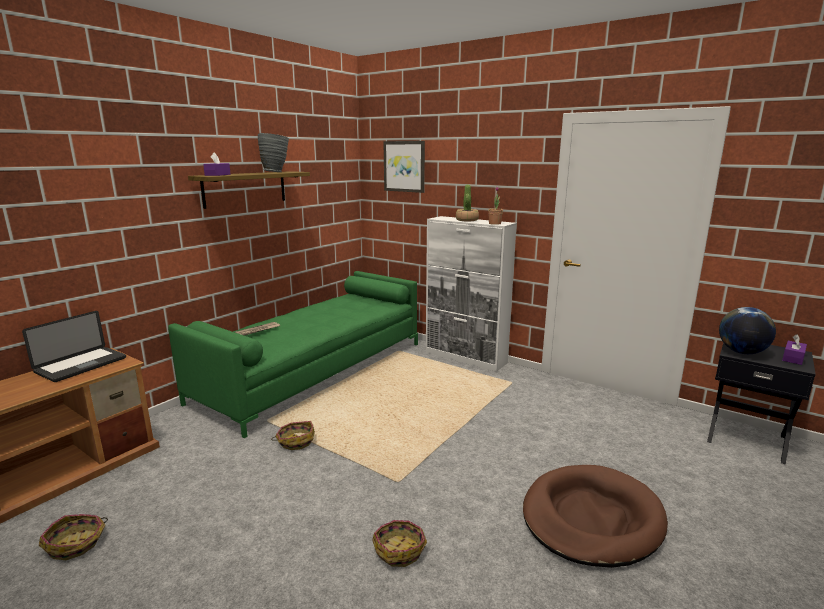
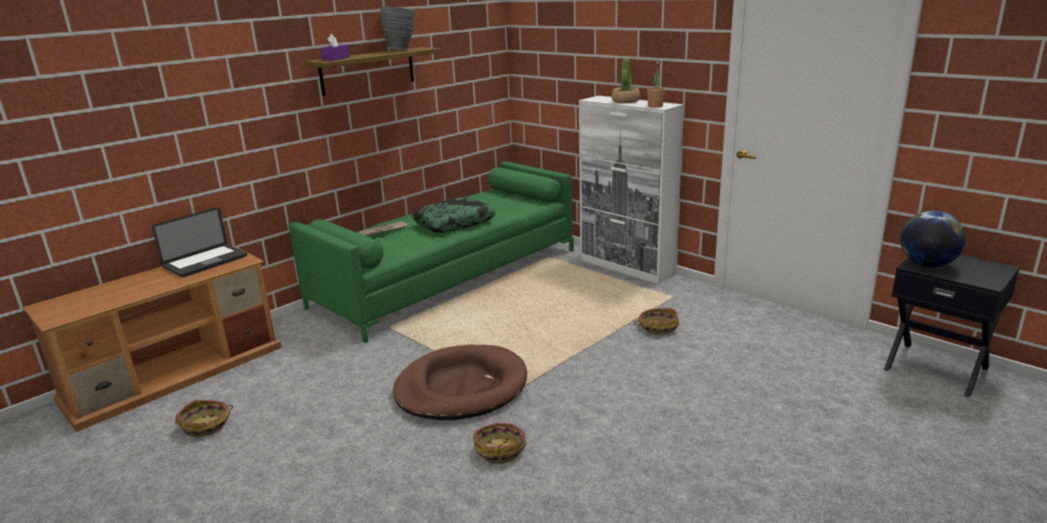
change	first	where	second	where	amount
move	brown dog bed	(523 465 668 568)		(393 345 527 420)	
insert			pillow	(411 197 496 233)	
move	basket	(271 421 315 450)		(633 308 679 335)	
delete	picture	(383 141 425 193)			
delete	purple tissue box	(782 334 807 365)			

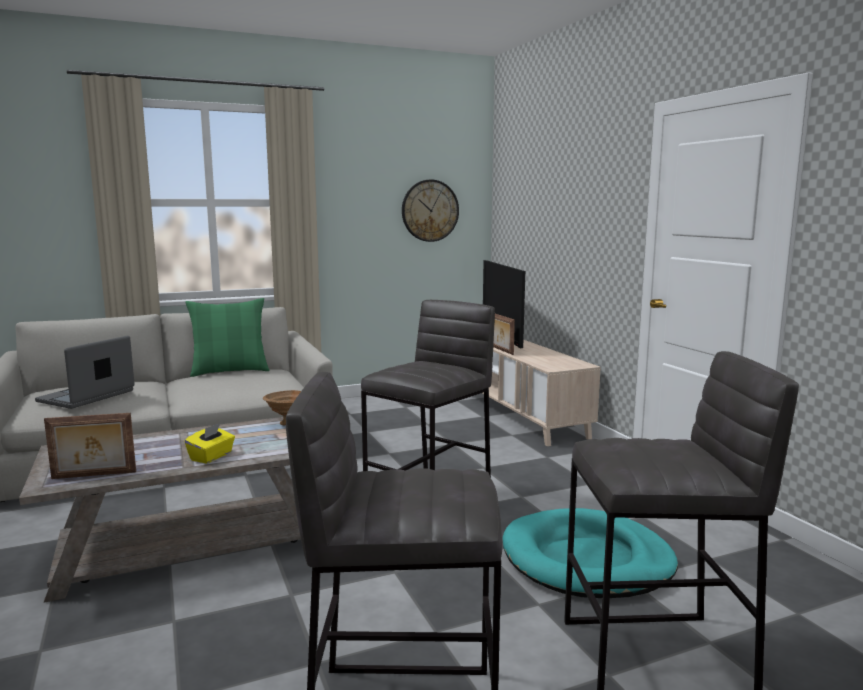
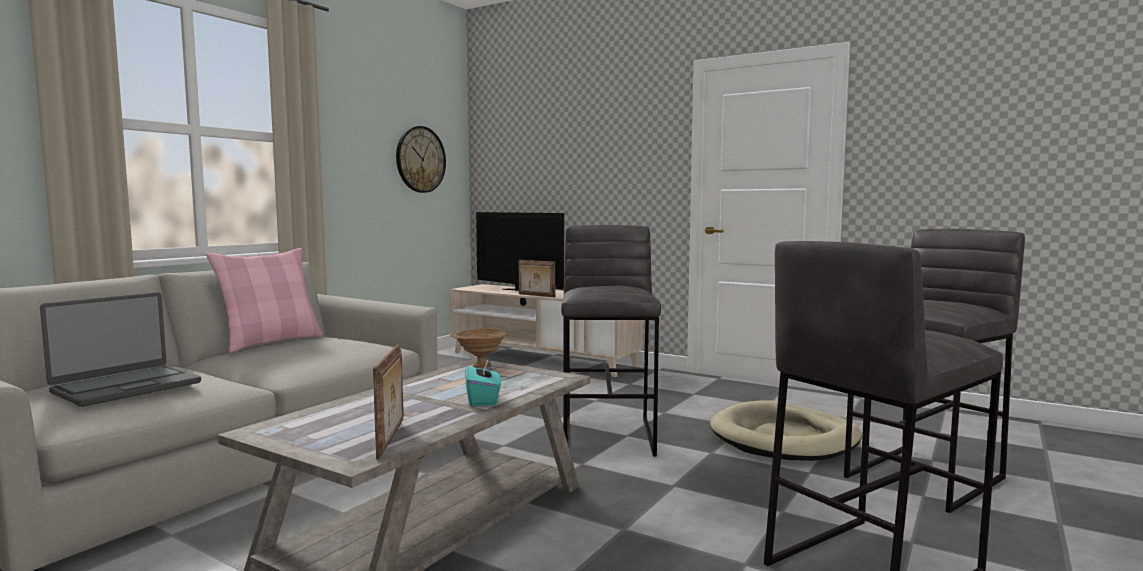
change	first	where	second	where	amount
rotate	laptop	(35 336 135 409)		(40 292 201 407)	135 degrees counterclockwise
recolor	green pillow	(185 298 269 377)	pink pillow	(206 248 323 353)	
rotate	picture frame	(44 413 136 479)		(373 344 404 460)	45 degrees counterclockwise
recolor	yellow tissue box	(185 423 235 464)	turquoise tissue box	(465 359 501 406)	
recolor	turquoise dog bed	(502 508 678 598)	beige dog bed	(710 400 862 461)	

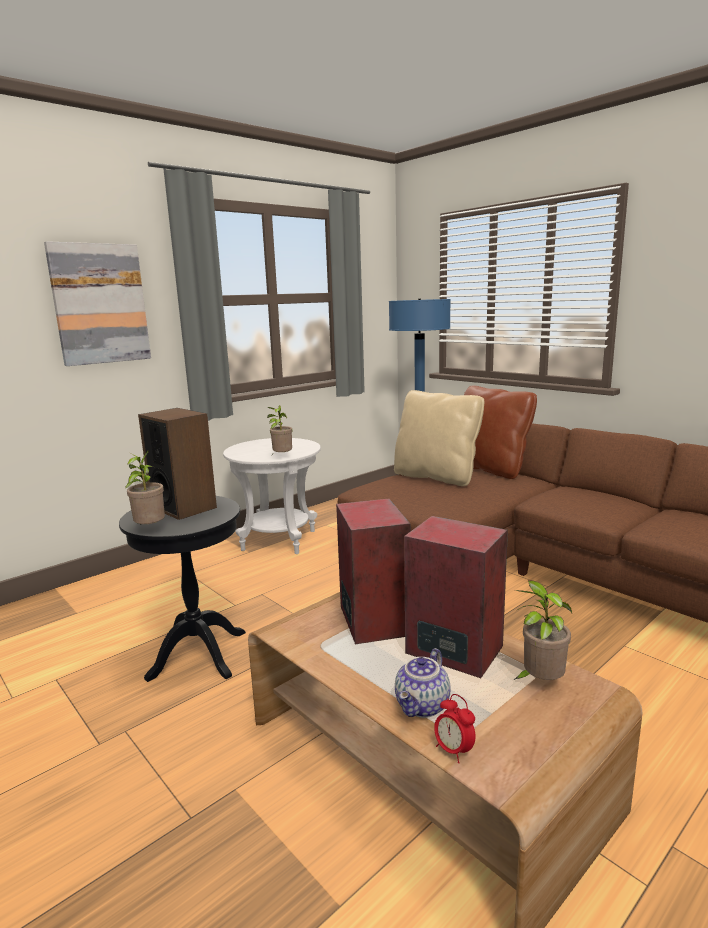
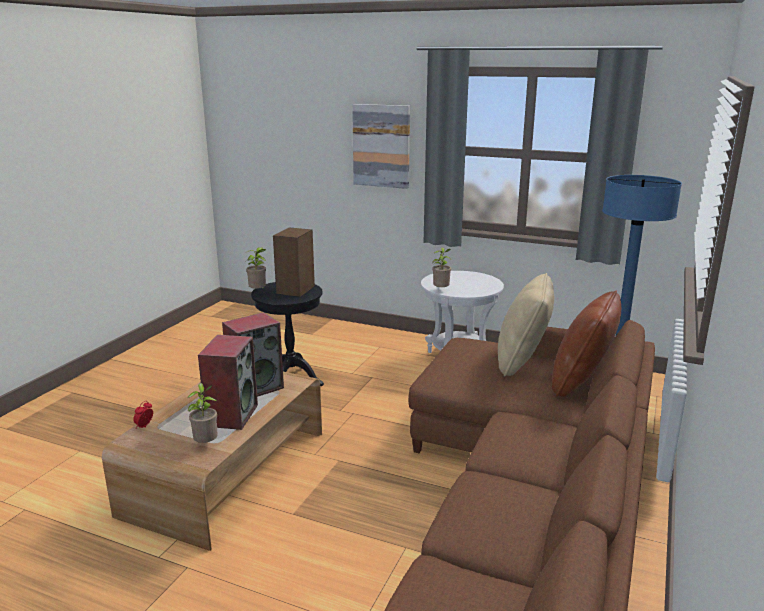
change	first	where	second	where	amount
delete	teapot	(395 648 450 718)			

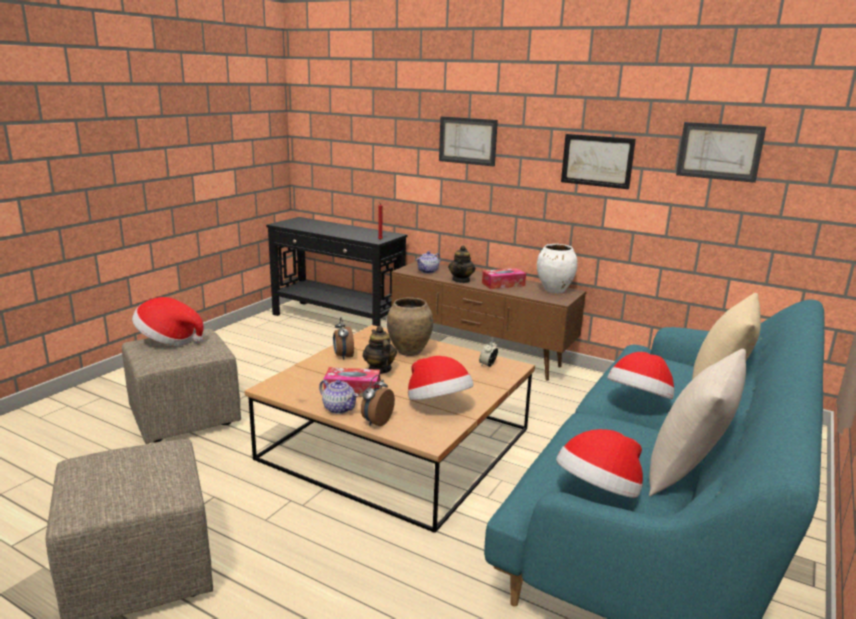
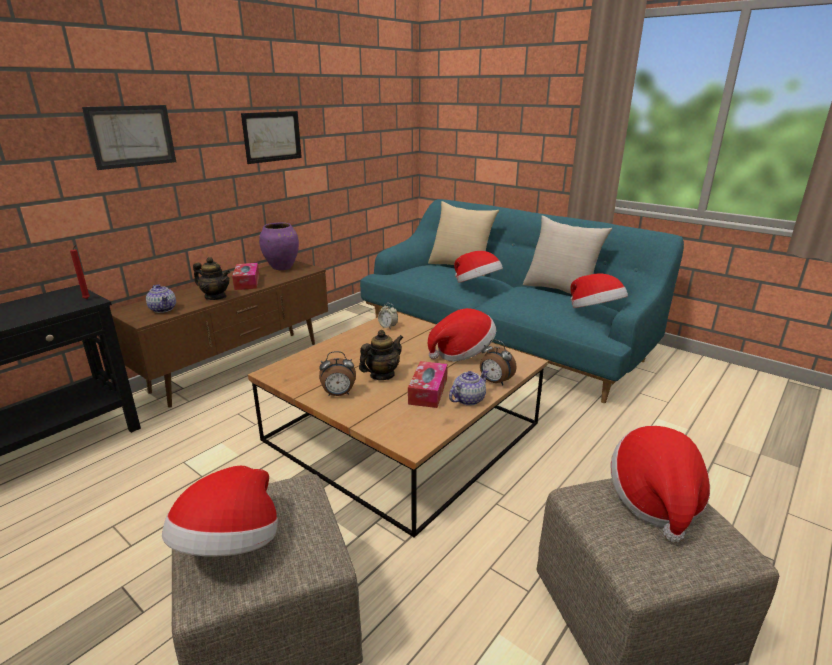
change	first	where	second	where	amount
recolor	white vase	(537 244 578 293)	purple vase	(259 222 299 270)	
rotate	teapot	(363 326 397 374)		(359 330 403 380)	150 degrees clockwise
insert			hat	(611 426 710 542)	
delete	brown vase	(387 297 433 356)			
delete	picture	(676 122 766 183)			

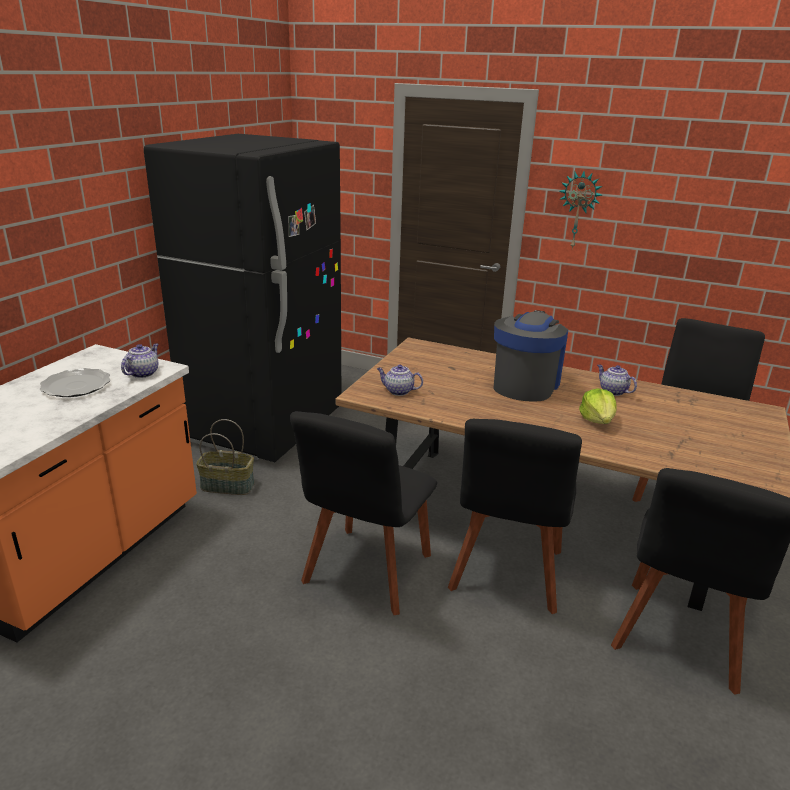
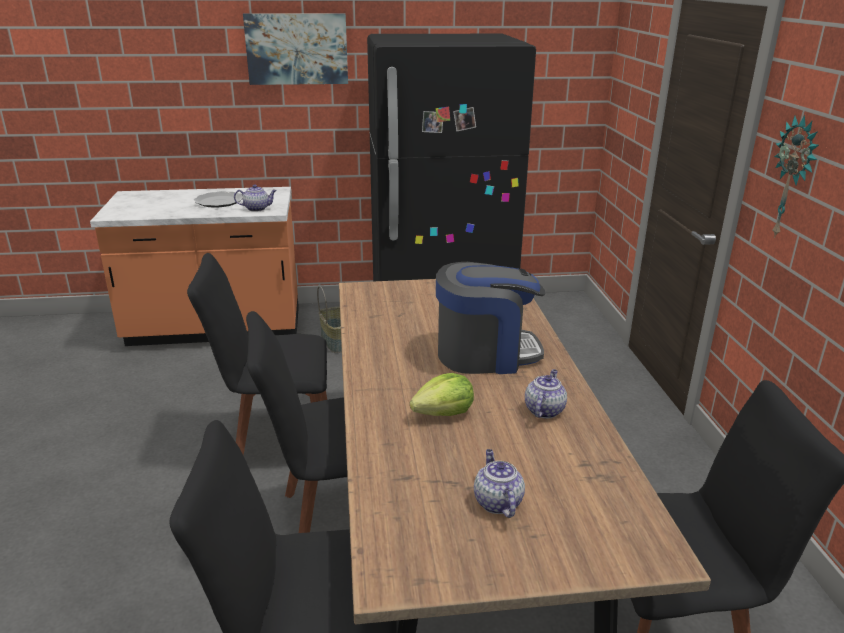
change	first	where	second	where	amount
insert			picture	(243 13 348 85)	
move	teapot	(377 365 423 396)		(474 449 525 518)	

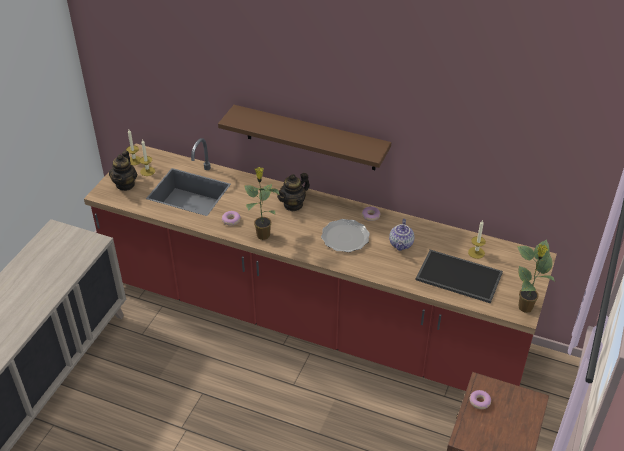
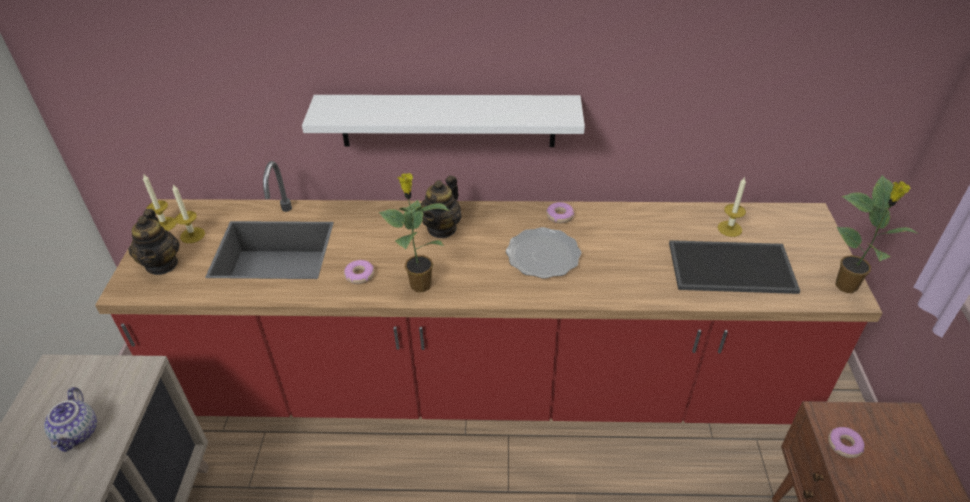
change	first	where	second	where	amount
move	teapot	(389 219 414 251)		(44 387 97 452)	
recolor	brown shelf	(218 105 391 170)	white shelf	(302 95 585 147)	

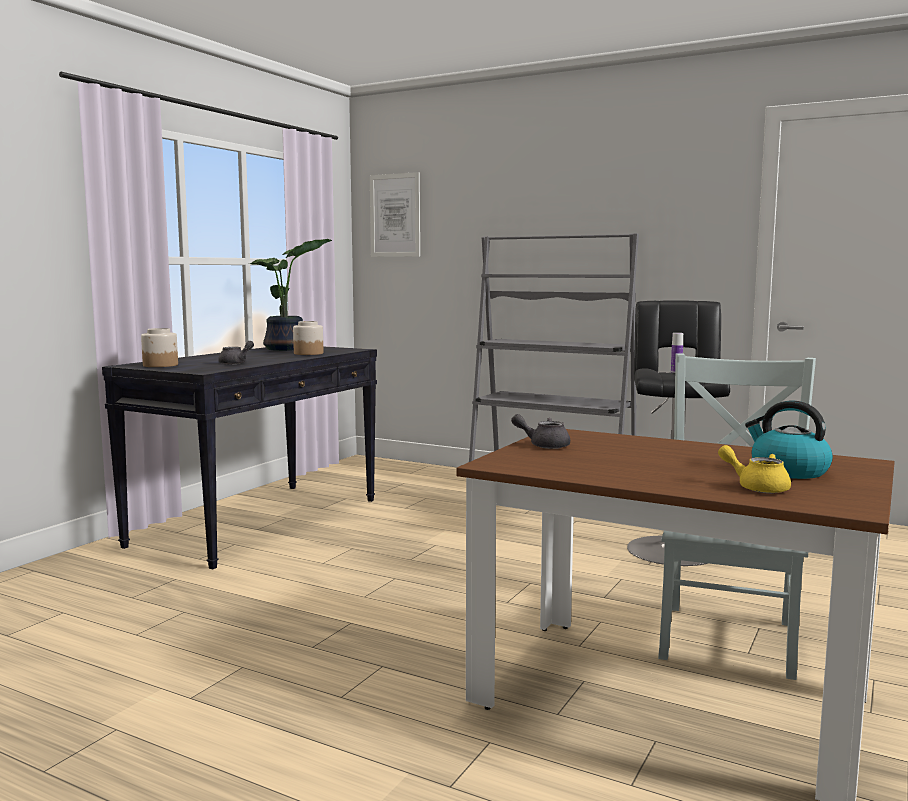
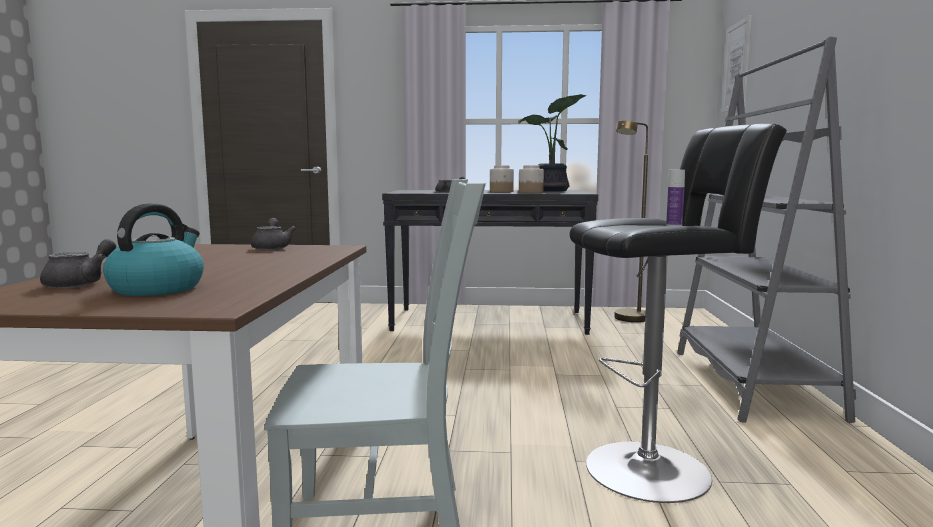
change	first	where	second	where	amount
recolor	yellow teapot	(718 445 791 493)	grey teapot	(40 239 116 288)	
move	jar	(141 328 178 367)		(490 165 514 192)	
insert			brown floor lamp	(614 121 648 322)	

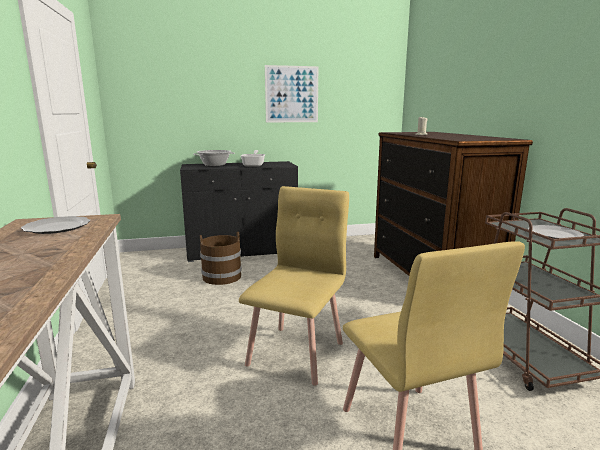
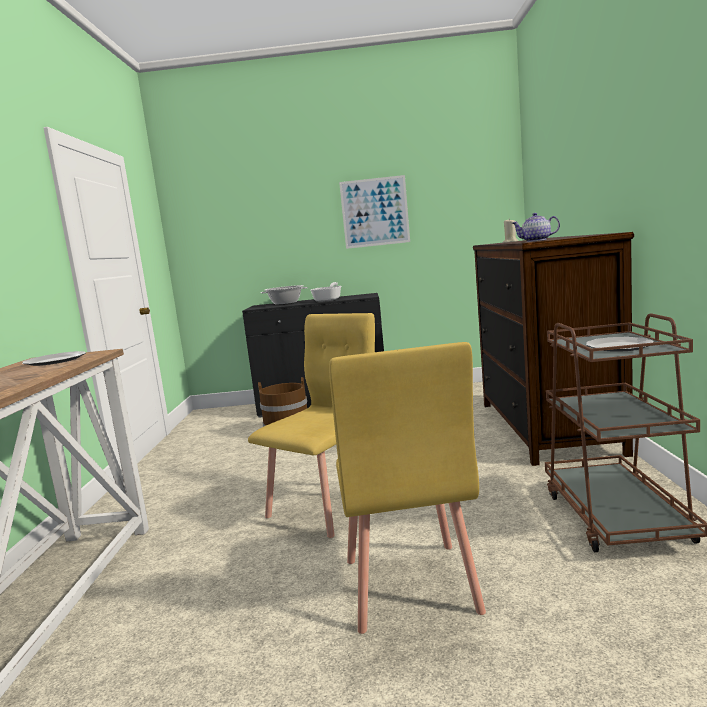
change	first	where	second	where	amount
insert			teapot	(512 213 560 242)	

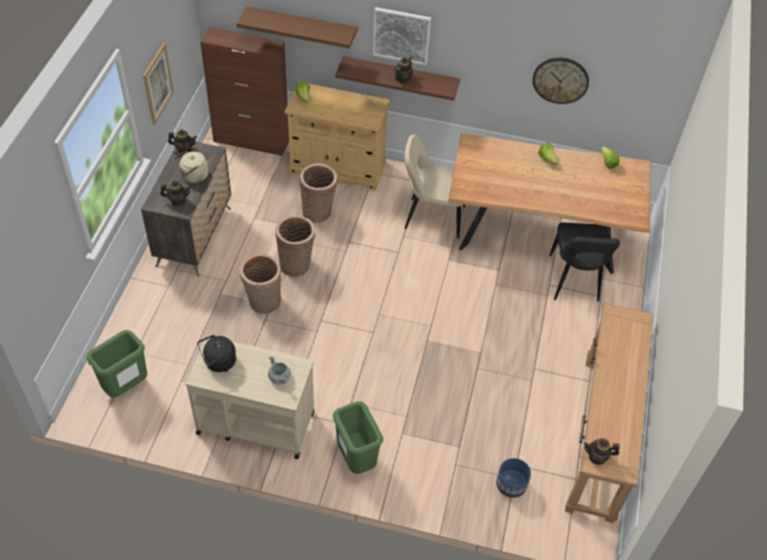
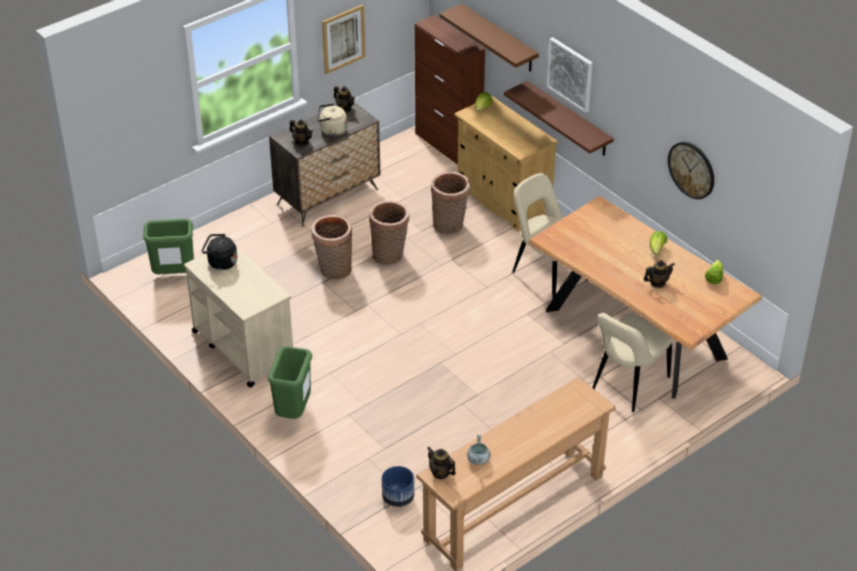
change	first	where	second	where	amount
move	grey cooking pot	(268 356 291 384)		(467 435 491 465)	
recolor	black chair	(549 222 620 302)	beige chair	(592 313 674 412)	
move	teapot	(394 56 413 83)		(644 260 675 288)	

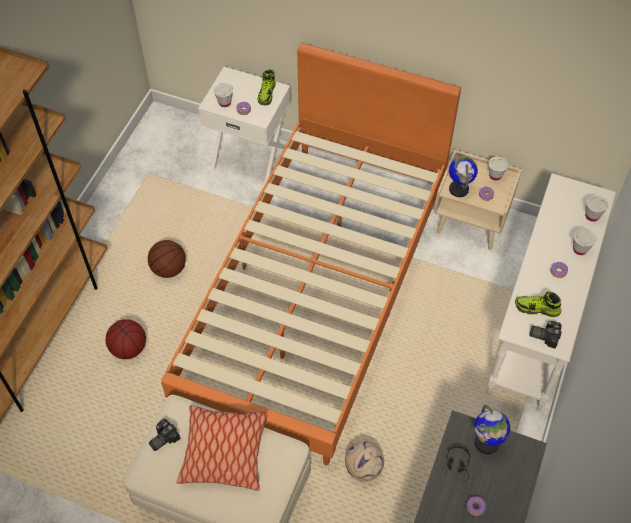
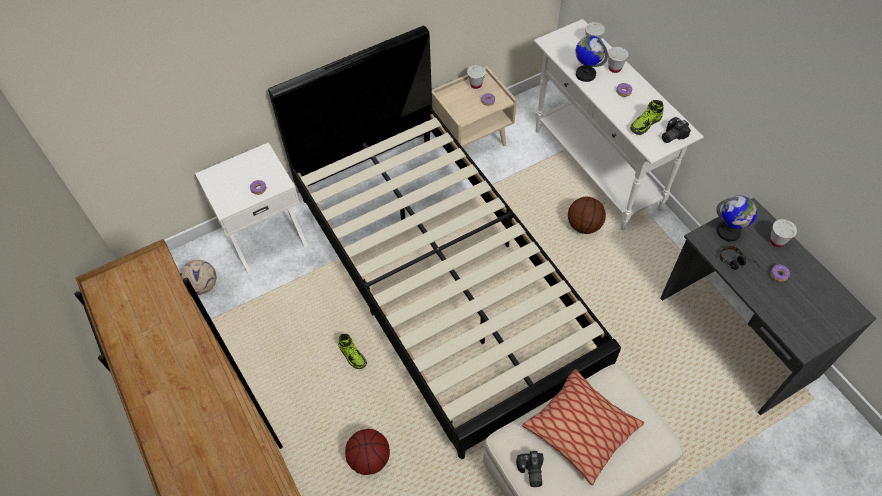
change	first	where	second	where	amount
move	football	(345 441 384 481)		(180 260 216 295)	
recolor	orange bed	(161 43 461 465)	black bed	(268 26 621 459)	
move	shoe	(258 69 276 106)		(338 334 367 369)	
move	basketball	(148 240 186 278)		(568 197 606 234)	
move	globe	(449 156 478 197)		(576 36 608 82)	
move	white cup	(214 83 233 107)		(770 219 797 247)	

